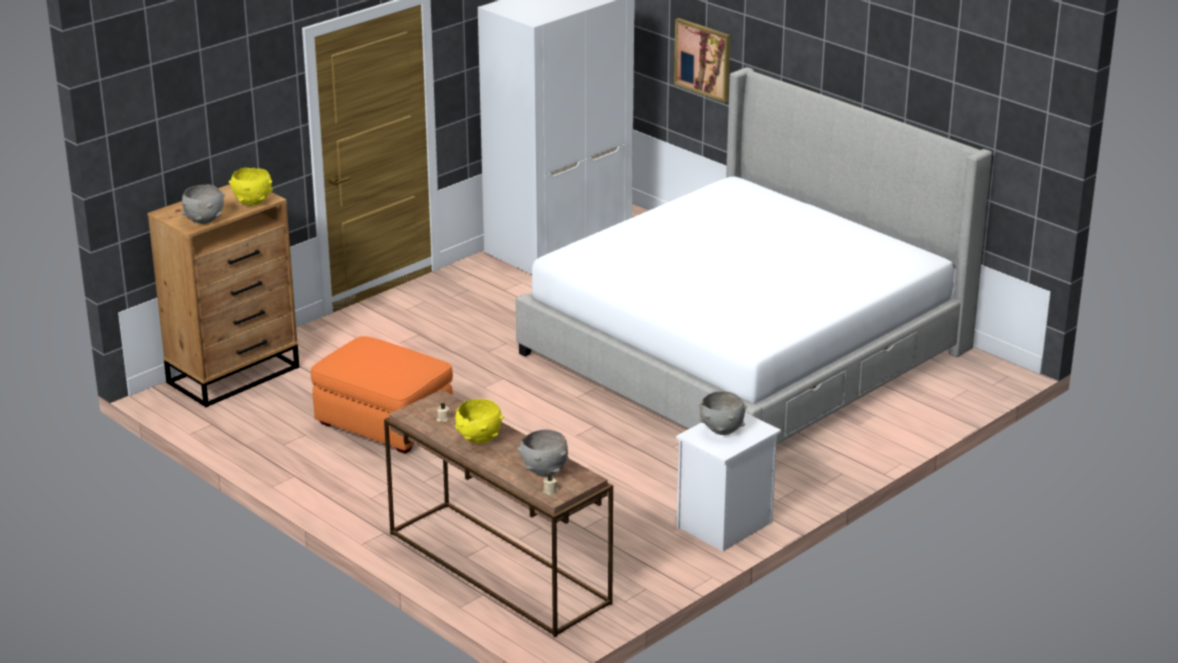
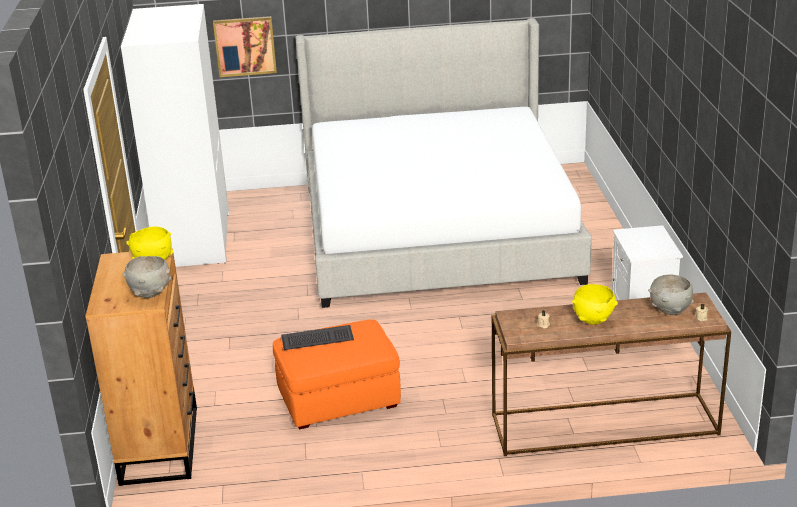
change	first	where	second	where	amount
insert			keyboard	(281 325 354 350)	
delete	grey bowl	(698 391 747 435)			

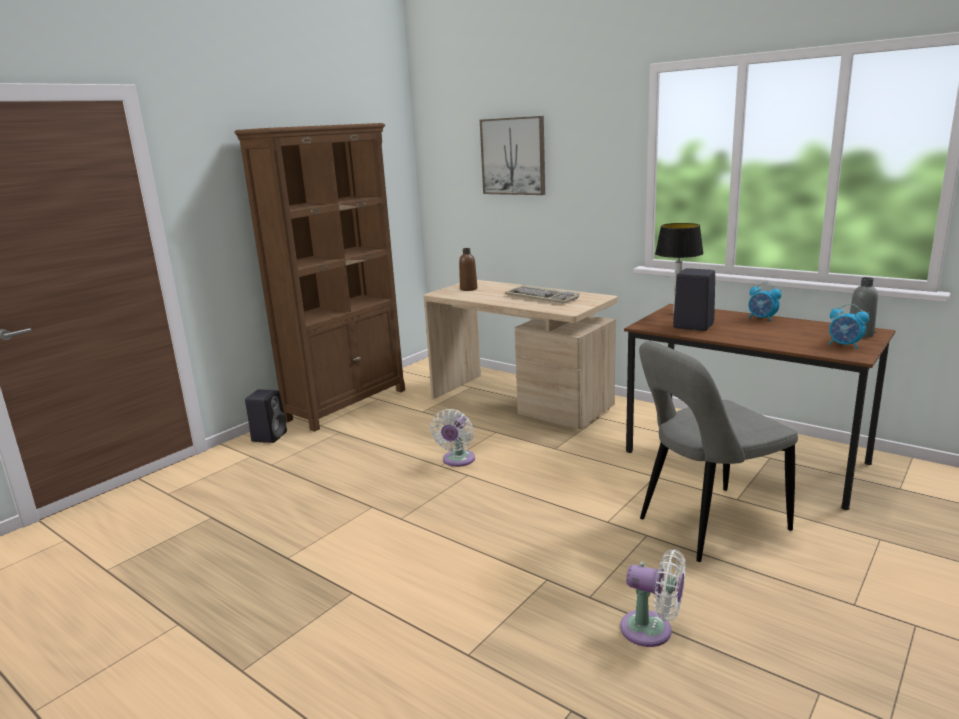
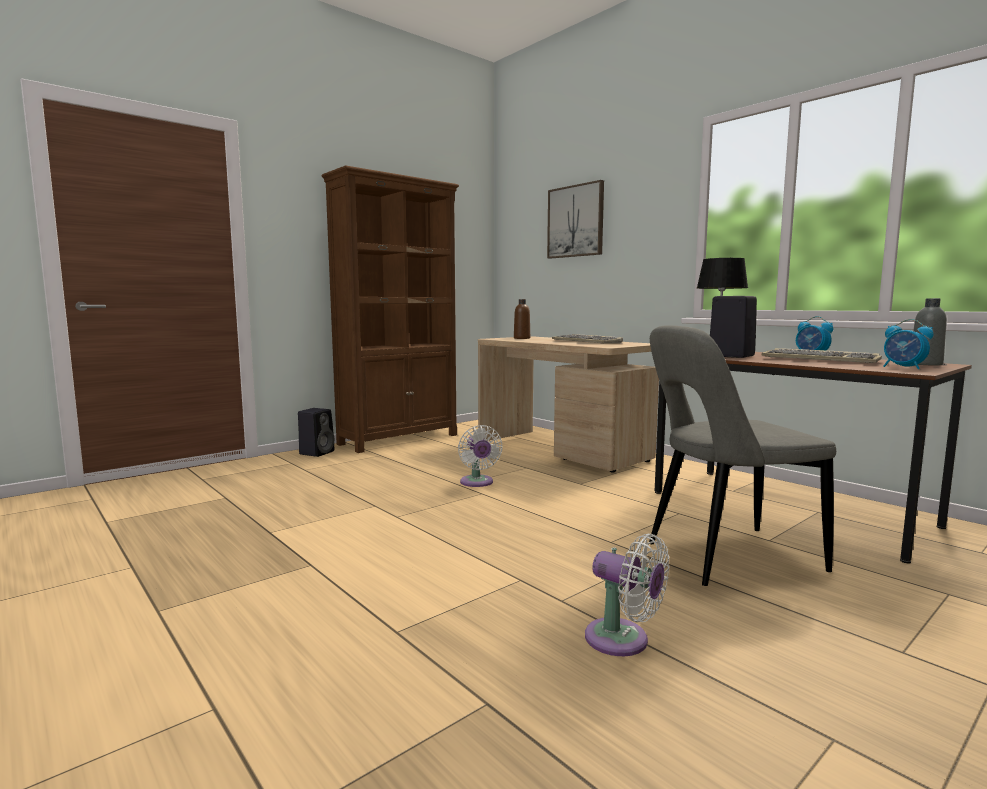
change	first	where	second	where	amount
rotate	white fan	(430 409 475 467)		(458 425 503 487)	45 degrees counterclockwise
insert			keyboard	(762 348 882 363)	

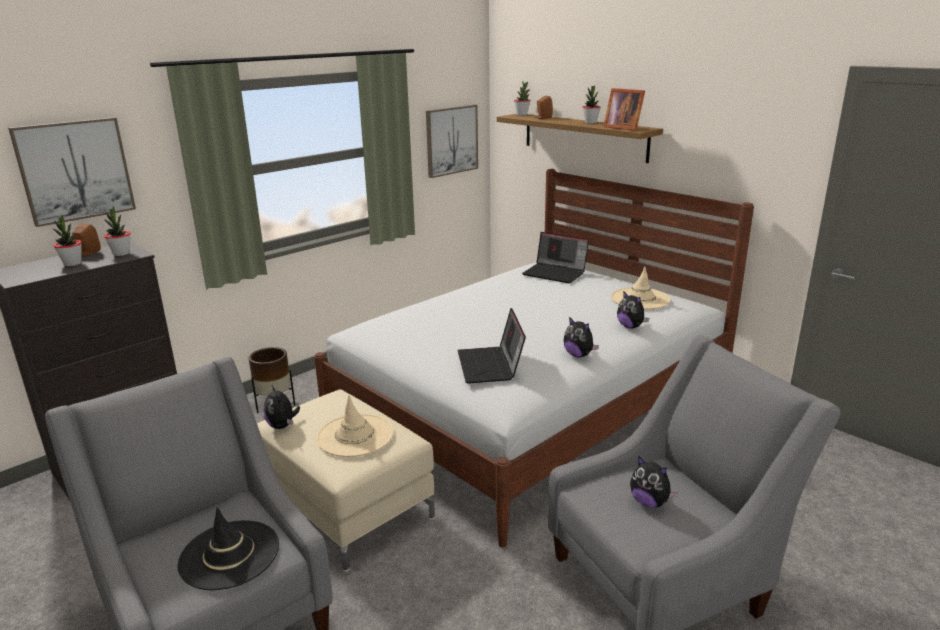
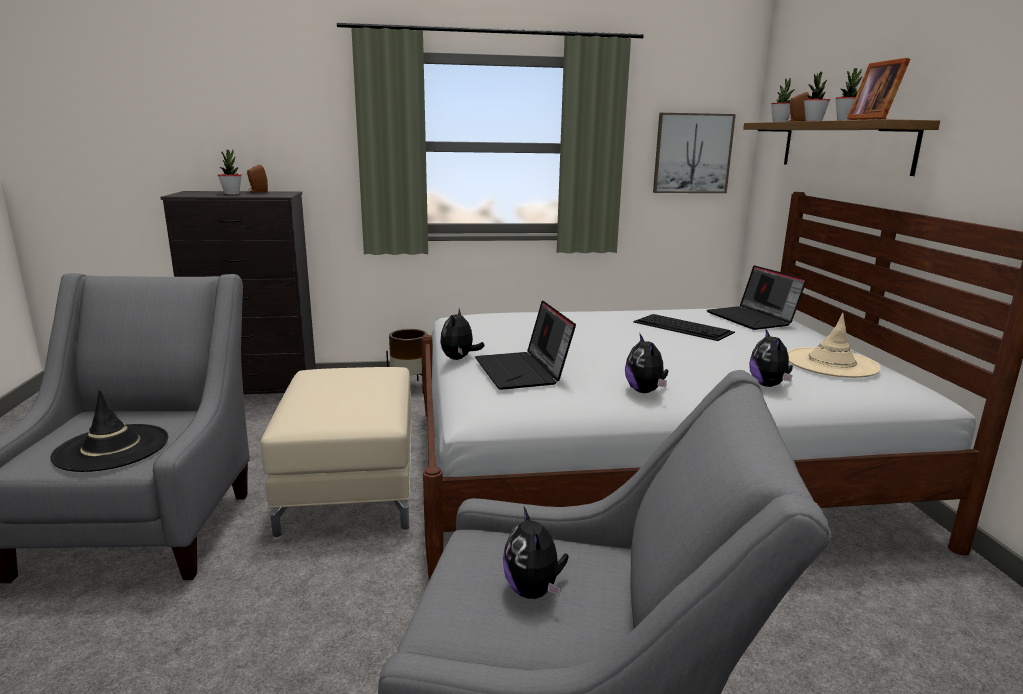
change	first	where	second	where	amount
move	plush toy	(264 385 300 429)		(440 309 484 360)	
rotate	laptop	(457 308 526 384)		(475 300 576 390)	45 degrees counterclockwise
insert			keyboard	(633 314 735 341)	
move	potted plant	(104 206 130 256)		(804 72 830 121)	
delete	picture	(8 117 136 227)			
delete	beige hat	(316 395 394 457)			

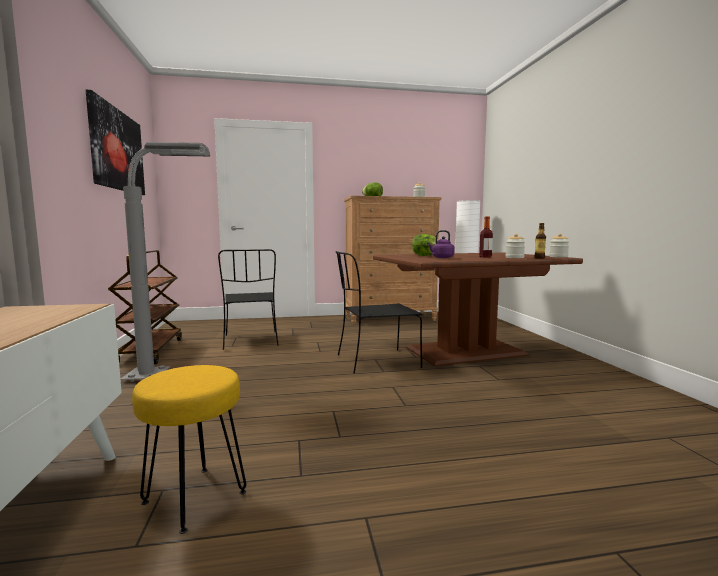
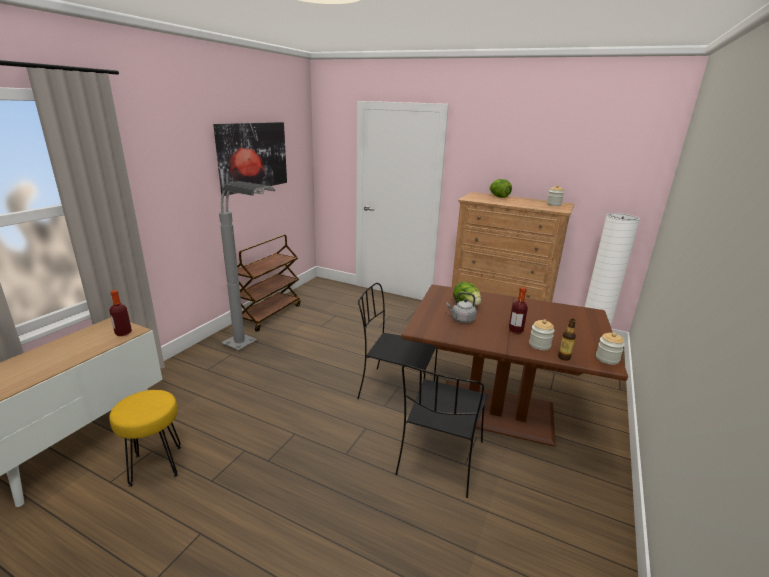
change	first	where	second	where	amount
insert			bottle	(109 290 132 336)	
move	black chair	(218 249 279 350)		(395 365 488 498)	
recolor	purple kettle	(427 230 455 258)	grey kettle	(446 292 477 323)	

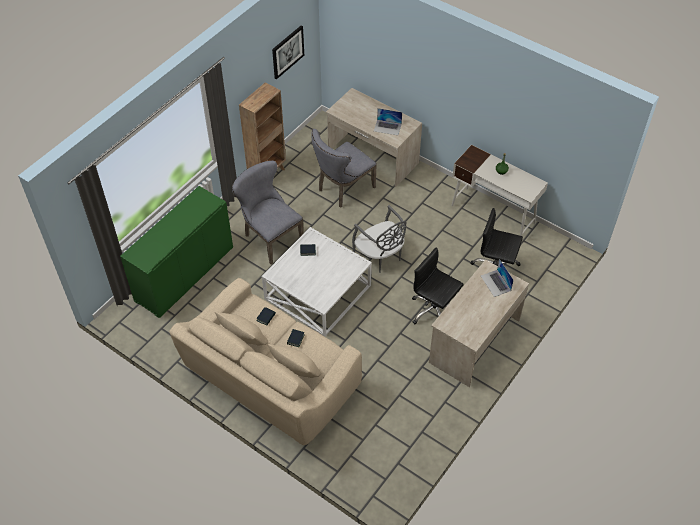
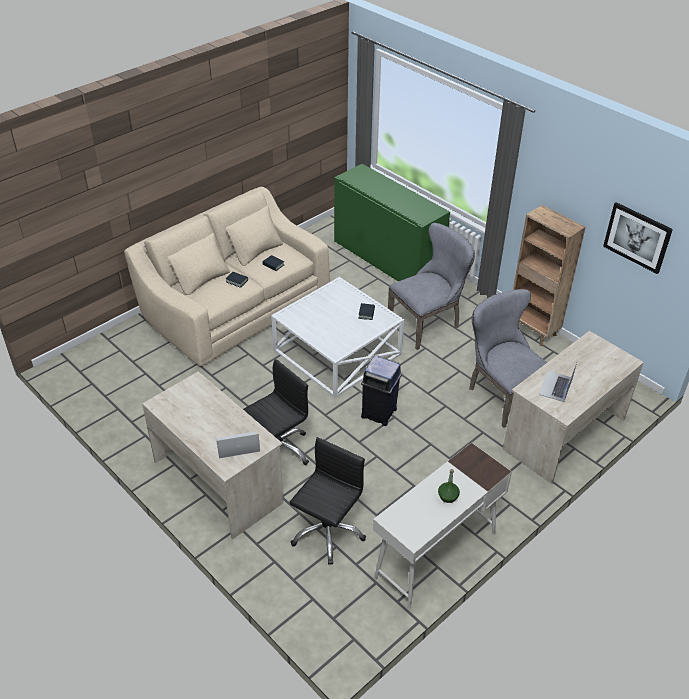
change	first	where	second	where	amount
replace	grey chair	(352 205 406 272)	blue trash can	(361 356 402 426)	

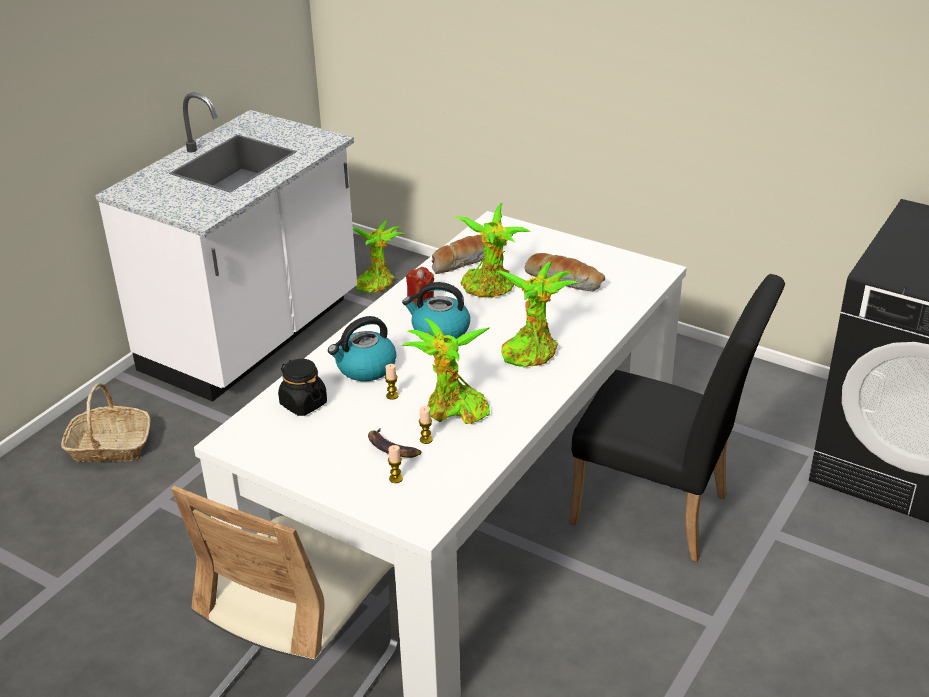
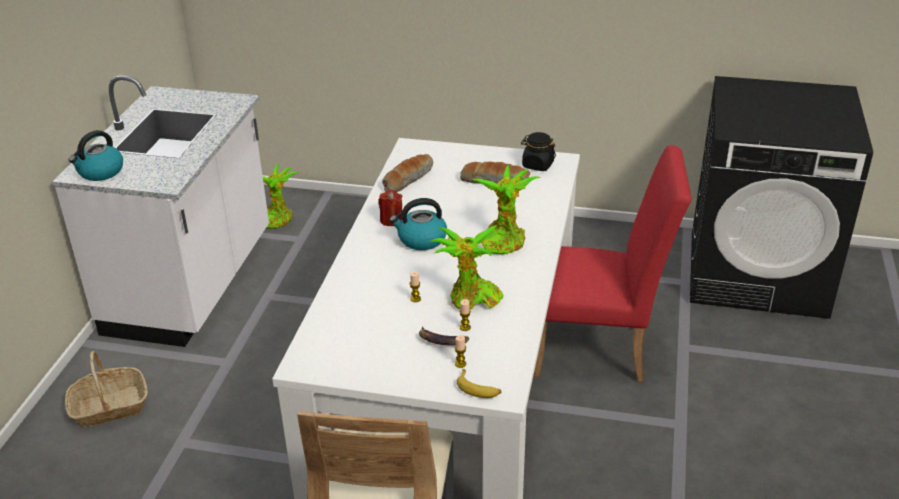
change	first	where	second	where	amount
move	kettle	(328 316 397 381)		(69 130 123 181)	
insert			banana	(457 369 501 398)	
move	black jar	(278 359 327 416)		(521 132 556 171)	
recolor	black chair	(569 274 785 562)	red chair	(534 145 692 382)	
delete	potted plant	(453 203 530 298)			

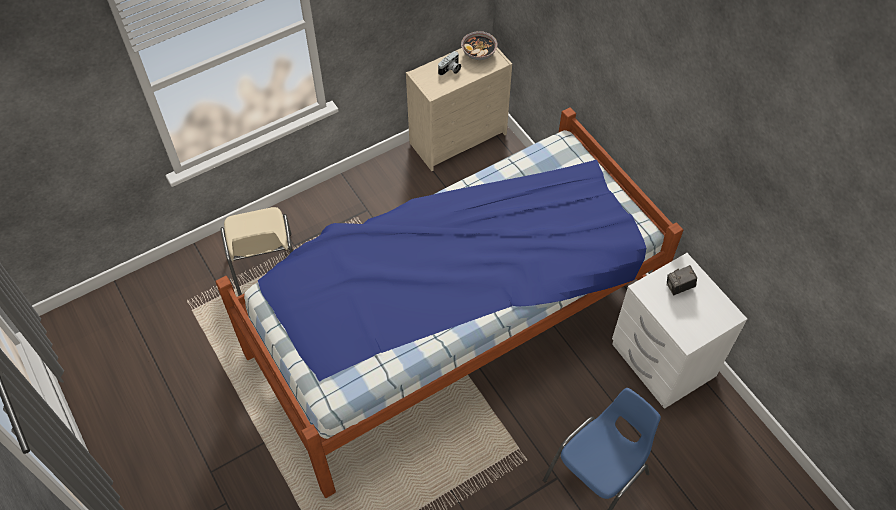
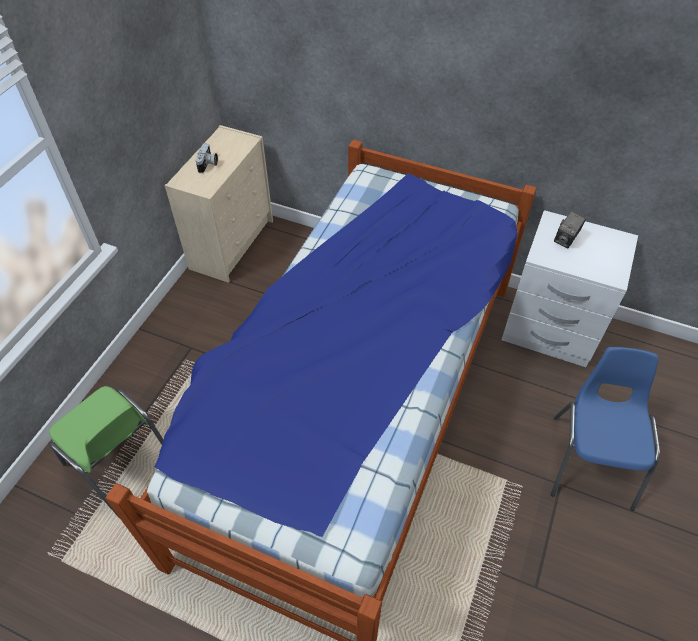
change	first	where	second	where	amount
recolor	beige chair	(221 207 293 296)	green chair	(49 386 164 518)	
delete	bowl	(461 31 497 60)			

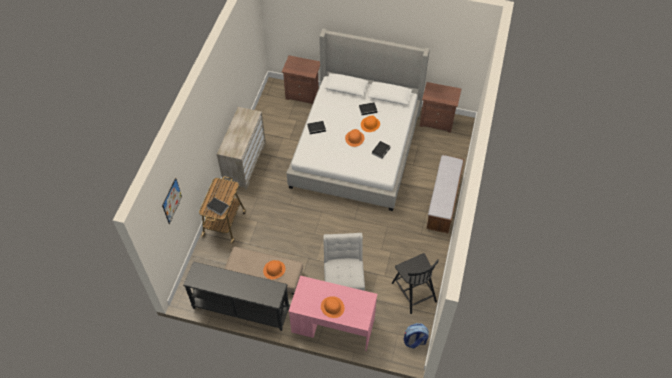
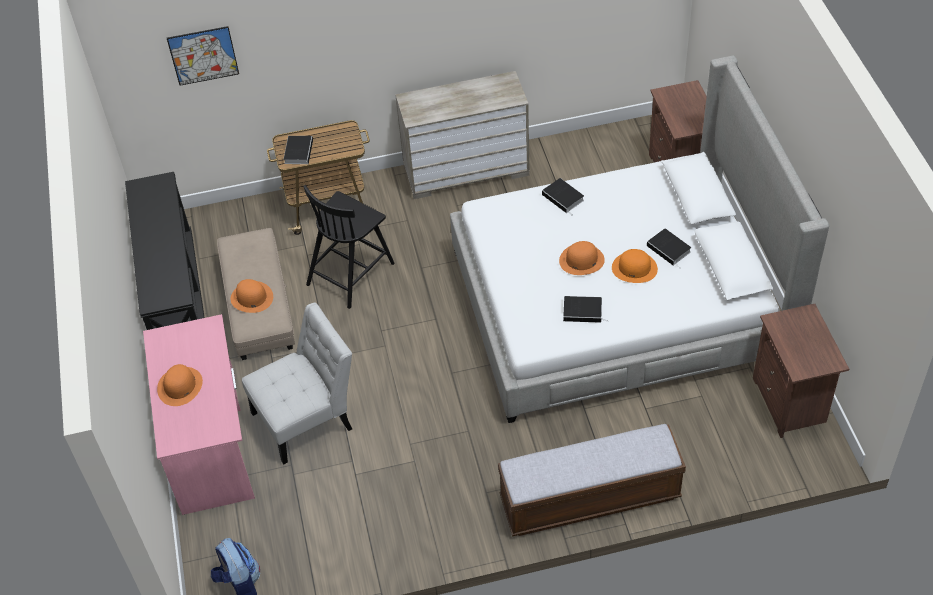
change	first	where	second	where	amount
move	black chair	(392 253 439 314)		(303 185 395 309)	

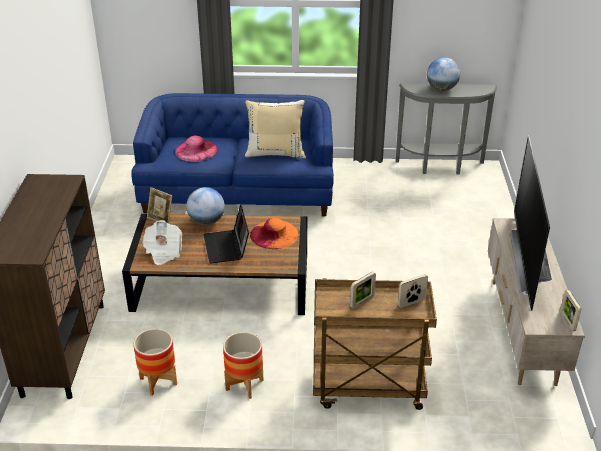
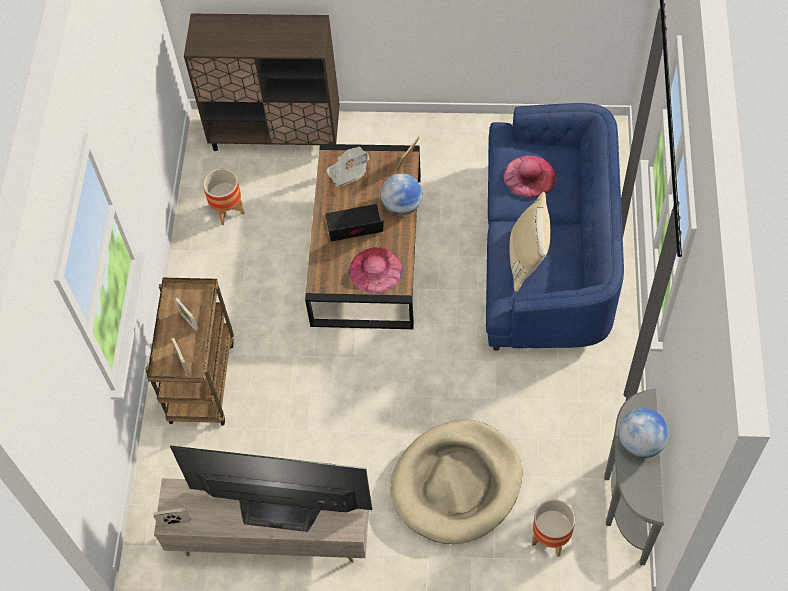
change	first	where	second	where	amount
recolor	orange hat	(250 218 299 249)	pink hat	(349 247 403 293)	
insert			beige dog bed	(390 420 522 544)	
move	planter	(223 332 264 399)		(532 499 575 557)	

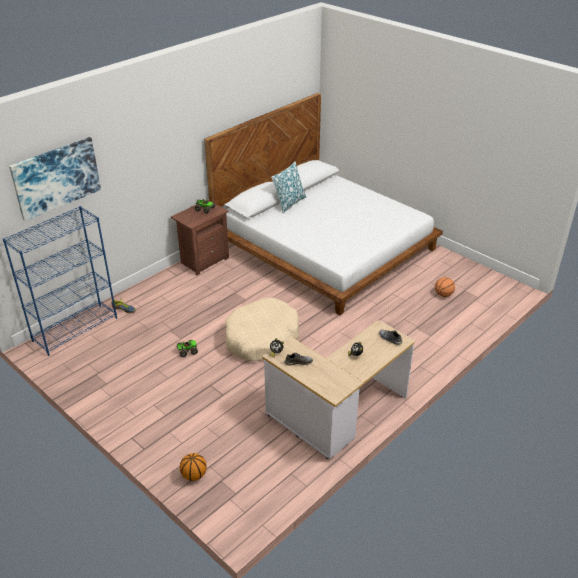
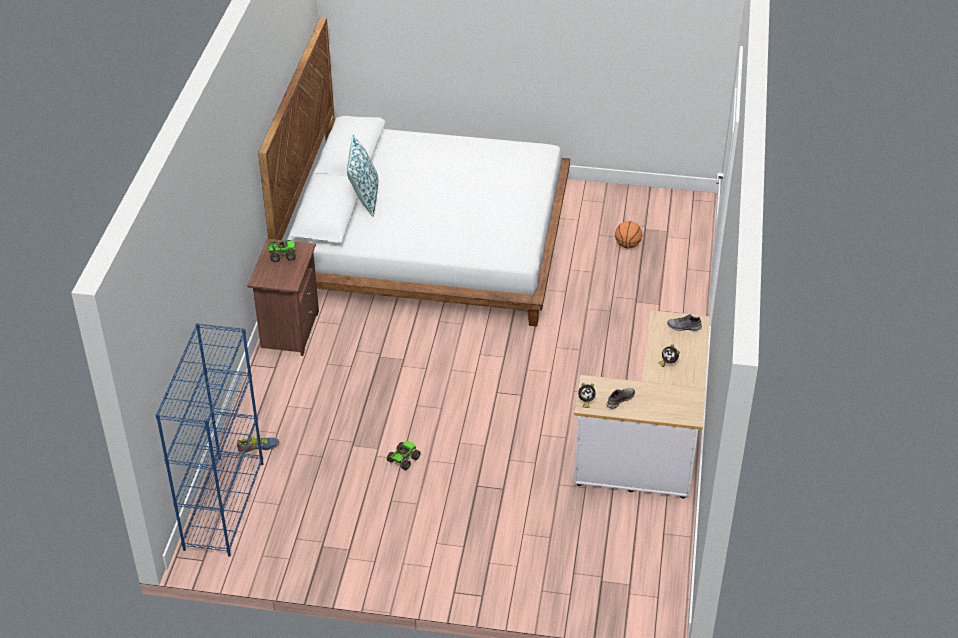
change	first	where	second	where	amount
delete	picture	(9 137 101 221)			
delete	basketball	(180 453 207 481)			
delete	beige dog bed	(225 298 299 361)			

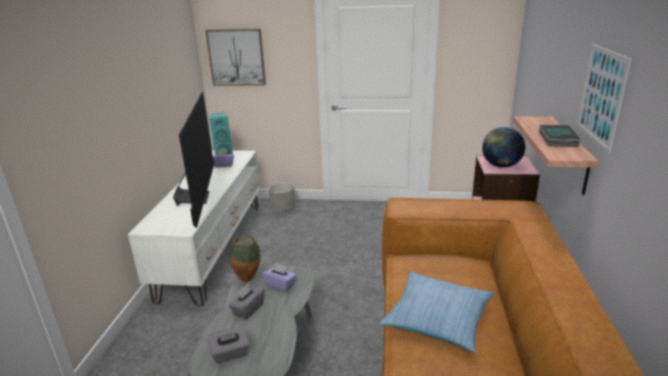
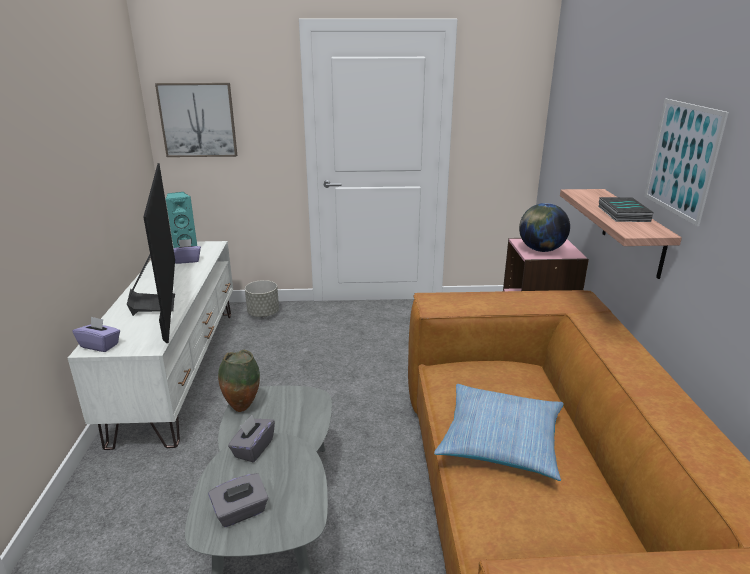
change	first	where	second	where	amount
move	purple tissue box	(262 263 297 292)		(73 317 120 352)	

